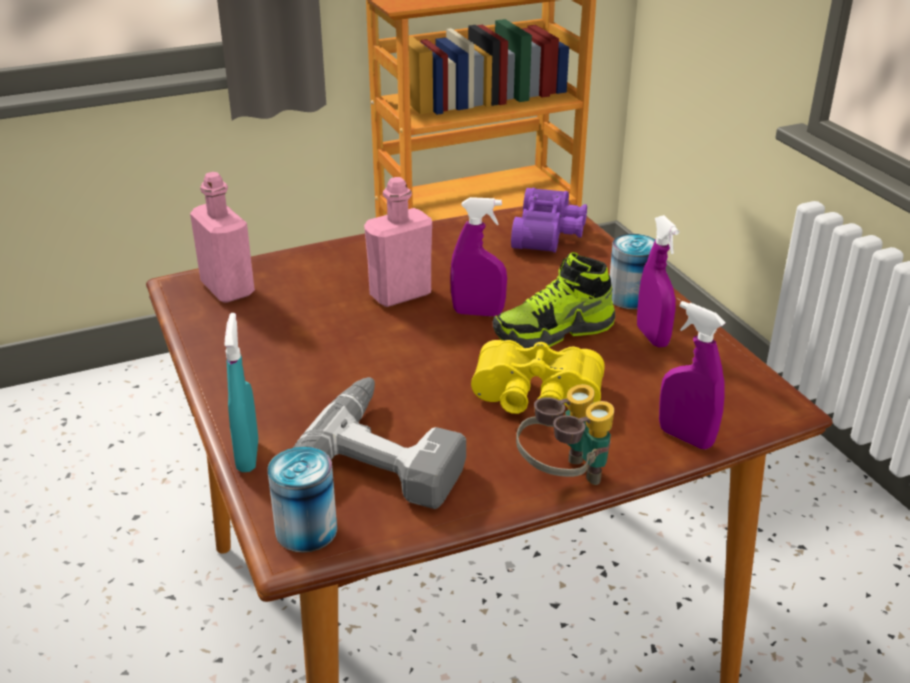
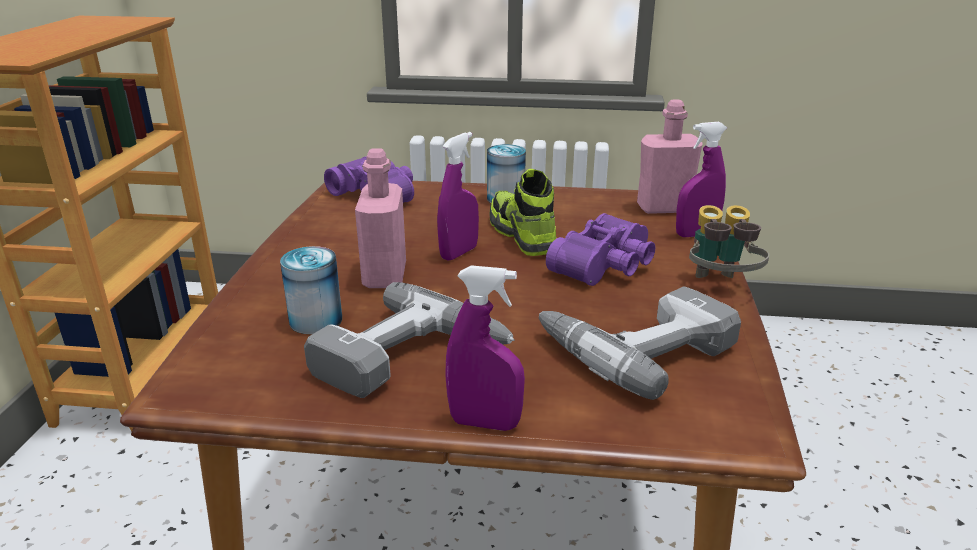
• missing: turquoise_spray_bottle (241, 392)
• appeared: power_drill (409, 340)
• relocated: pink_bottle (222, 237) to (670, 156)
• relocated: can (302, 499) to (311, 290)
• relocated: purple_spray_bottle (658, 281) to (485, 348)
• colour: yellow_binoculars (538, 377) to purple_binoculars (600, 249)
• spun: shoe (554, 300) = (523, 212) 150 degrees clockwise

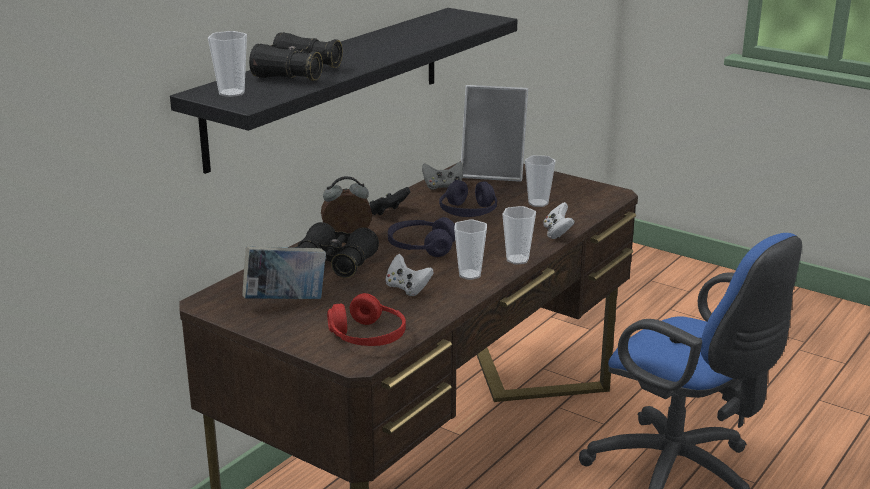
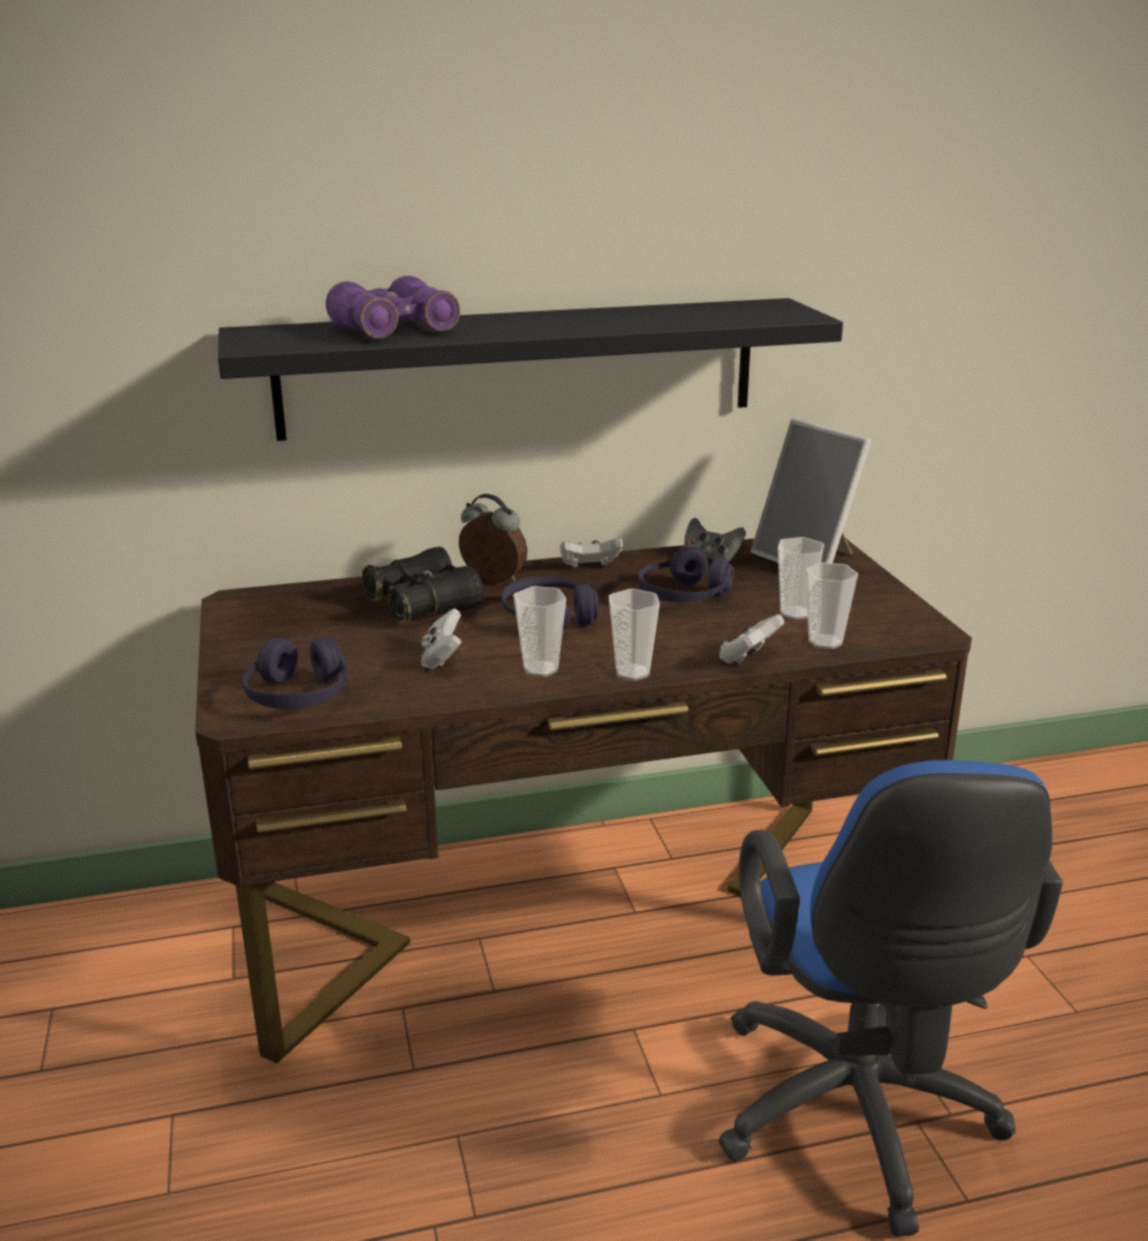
• missing: book (284, 272)
• relocated: cup (227, 64) to (832, 605)
• colour: black_binoculars (296, 56) to purple_binoculars (393, 307)
• colour: red_headphones (366, 319) to purple_headphones (294, 673)
• colour: black_game_controller (390, 201) to white_game_controller (591, 553)

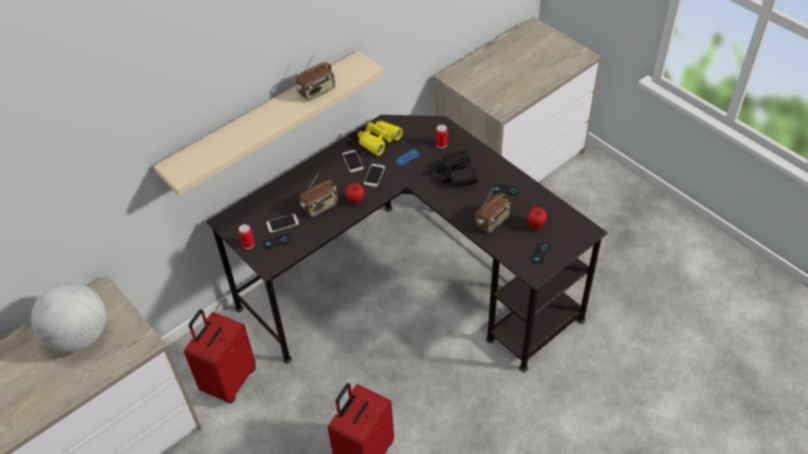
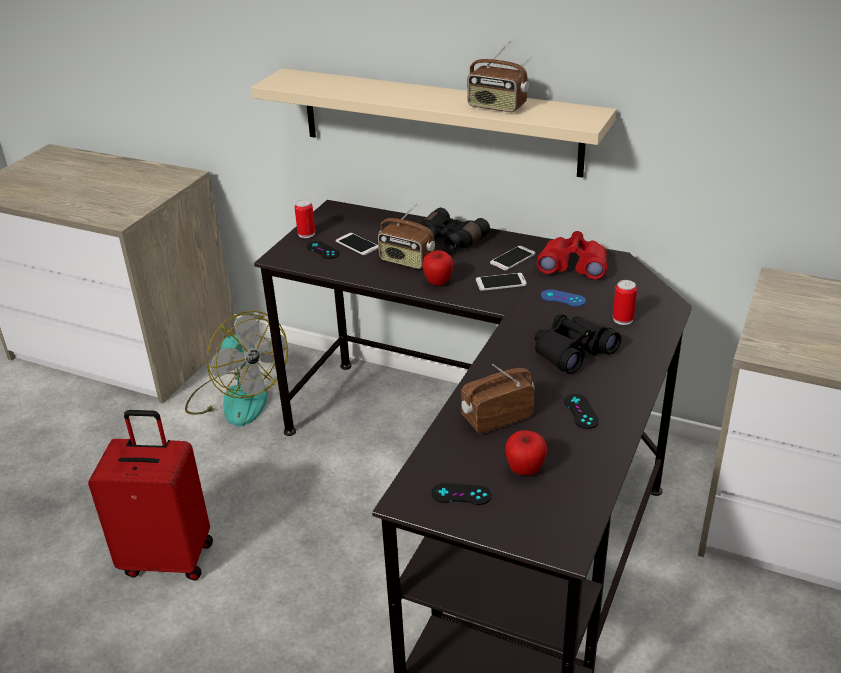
• missing: globe (68, 317)
• appeared: black_binoculars (455, 229)
• exchanged: red_suitcase (220, 356) to fan (236, 368)
• colour: yellow_binoculars (380, 138) to red_binoculars (572, 255)
• spun: radio (493, 210) = (498, 399) 135 degrees clockwise

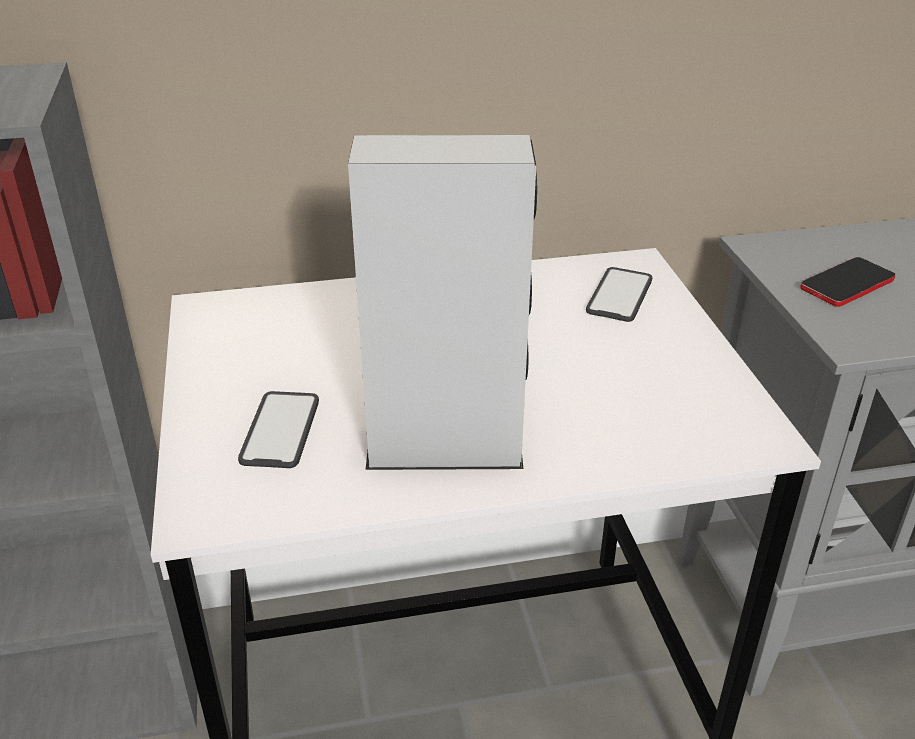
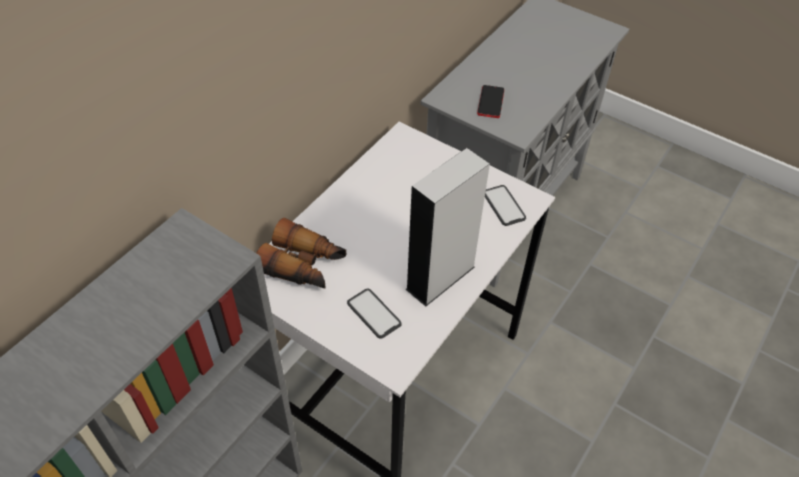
• appeared: binoculars (301, 253)
• relocated: phone (619, 294) to (505, 205)

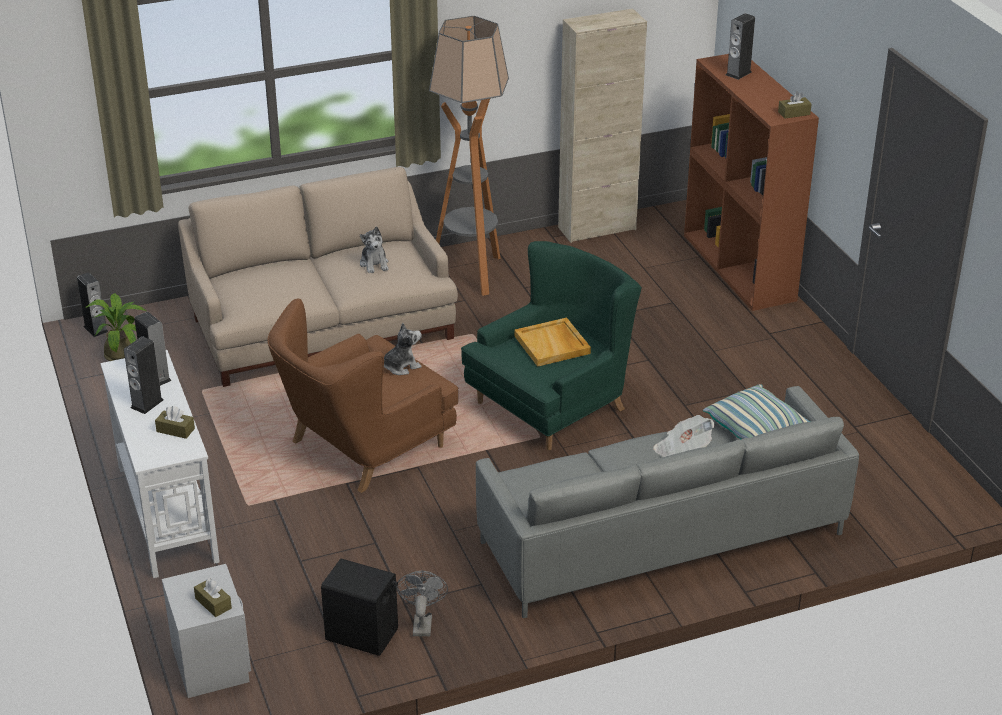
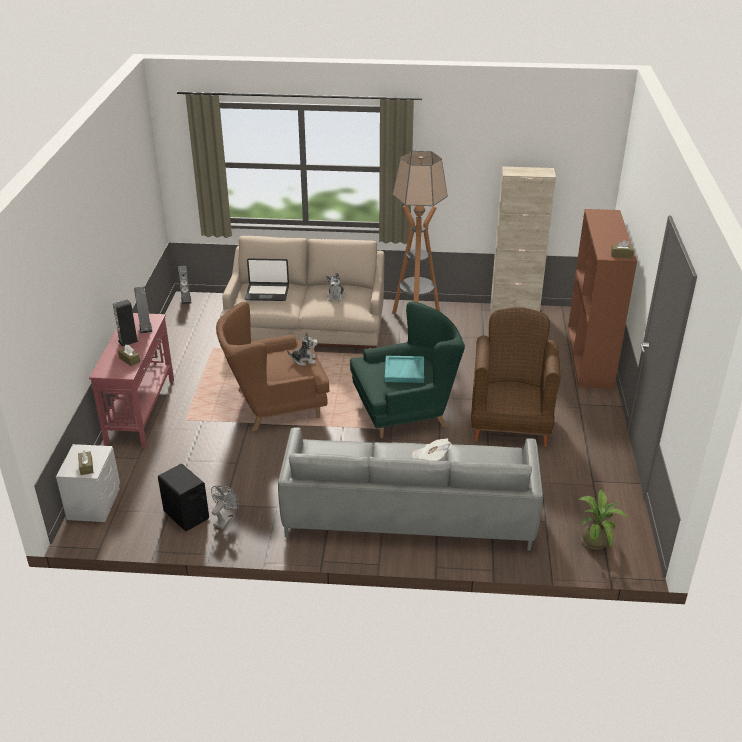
• missing: pillow (756, 411)
• missing: speaker (740, 46)
• appeared: laptop (267, 279)
• appeared: brown_armchair (516, 377)
• relocated: potted_plant (116, 327) to (602, 519)
• colour: white_console_table (160, 464) to red_console_table (131, 380)
• colour: beige_tray (552, 342) to turquoise_tray (404, 369)

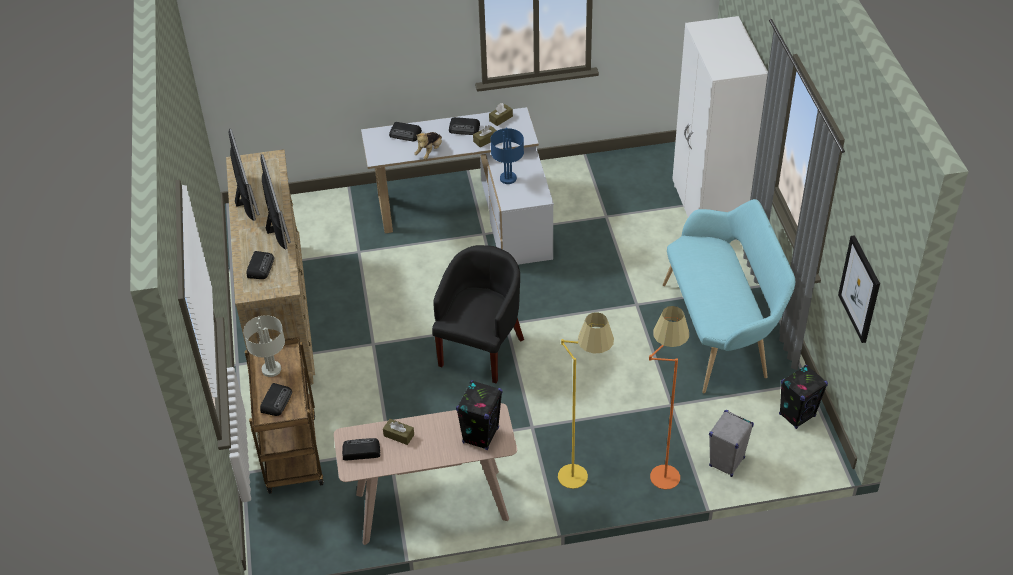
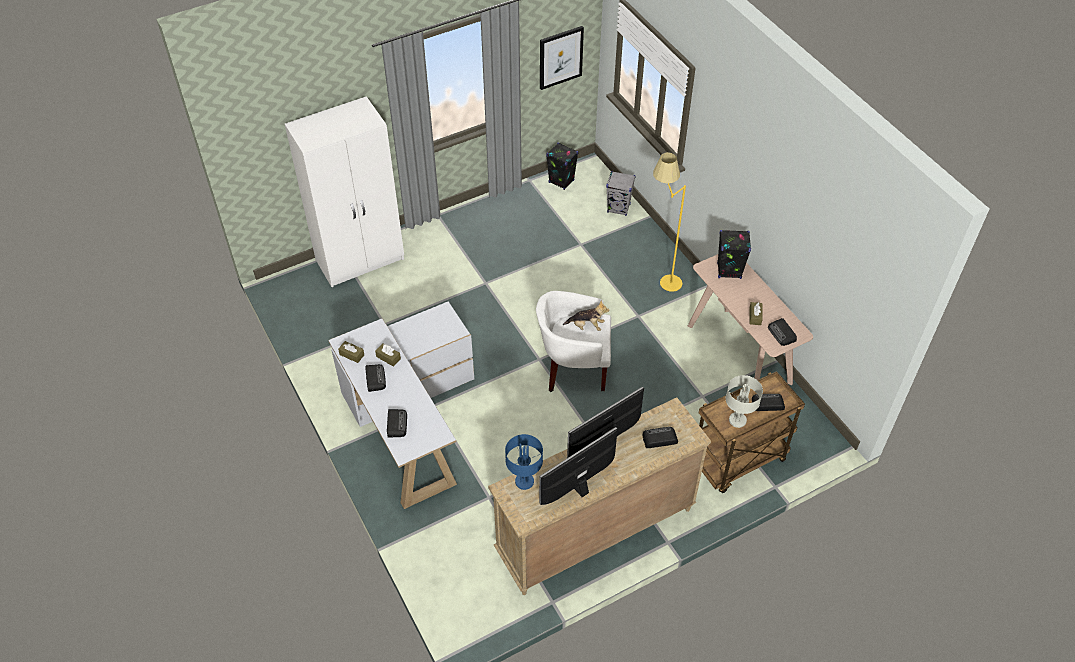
• missing: orange_floor_lamp (669, 397)
• missing: turquoise_bench (729, 296)
• relocated: plush_toy (428, 146) to (586, 315)
• relocated: blue_table_lamp (507, 156) to (524, 462)
• colour: black_armchair (478, 314) to white_armchair (573, 341)

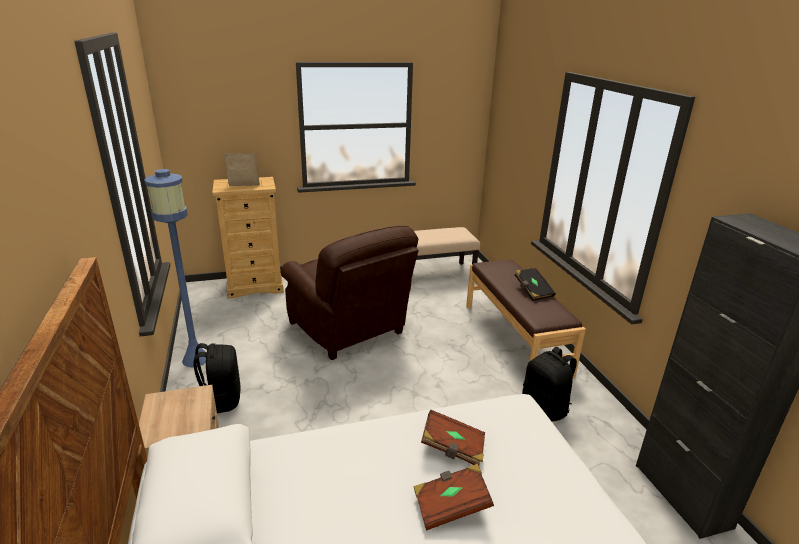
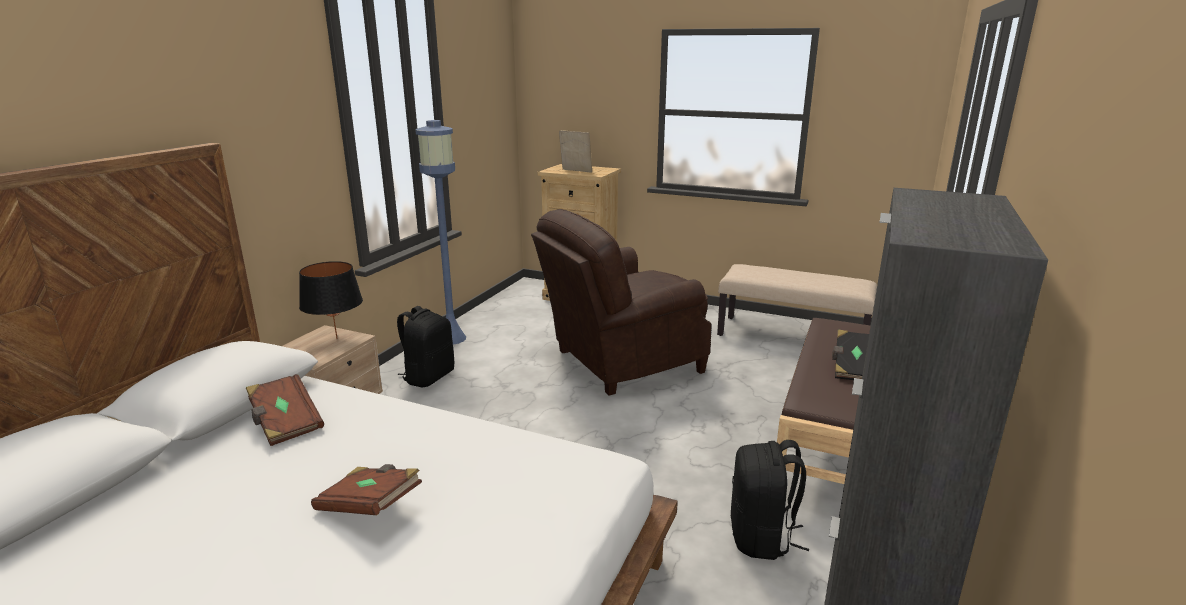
• appeared: black_table_lamp (331, 300)
• relocated: brown_book (453, 437) to (285, 410)
• spun: brown_armchair (350, 293) = (621, 302) 60 degrees clockwise

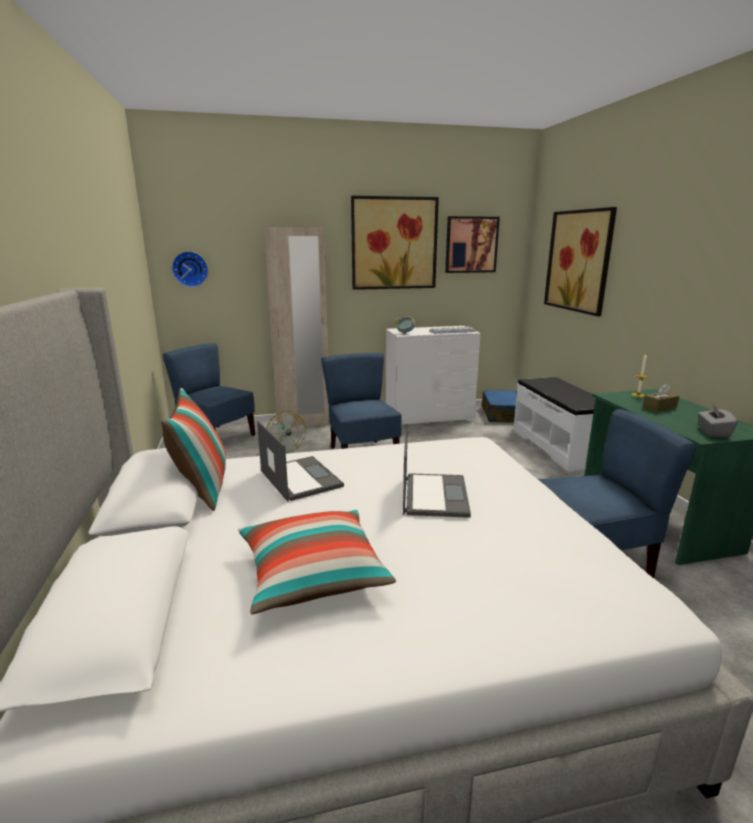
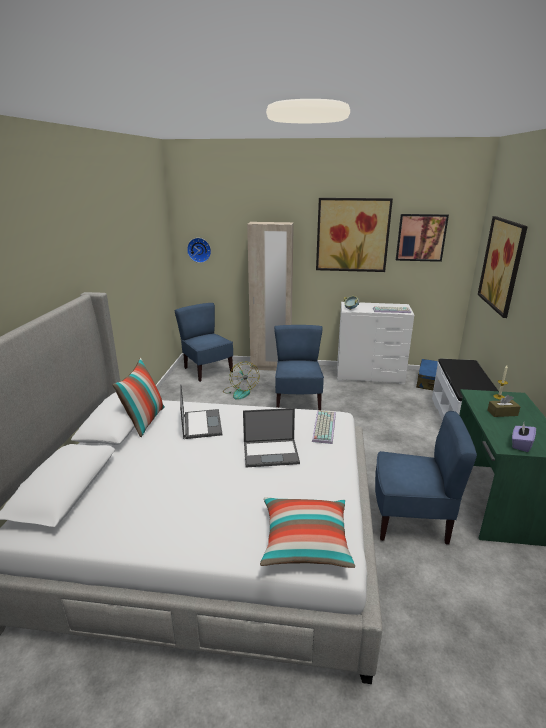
• appeared: keyboard (324, 427)
• relocated: pillow (317, 562) to (307, 532)
• colour: grey_tissue_box (718, 421) to purple_tissue_box (524, 437)
• spun: laptop (437, 471) = (271, 437) 60 degrees clockwise

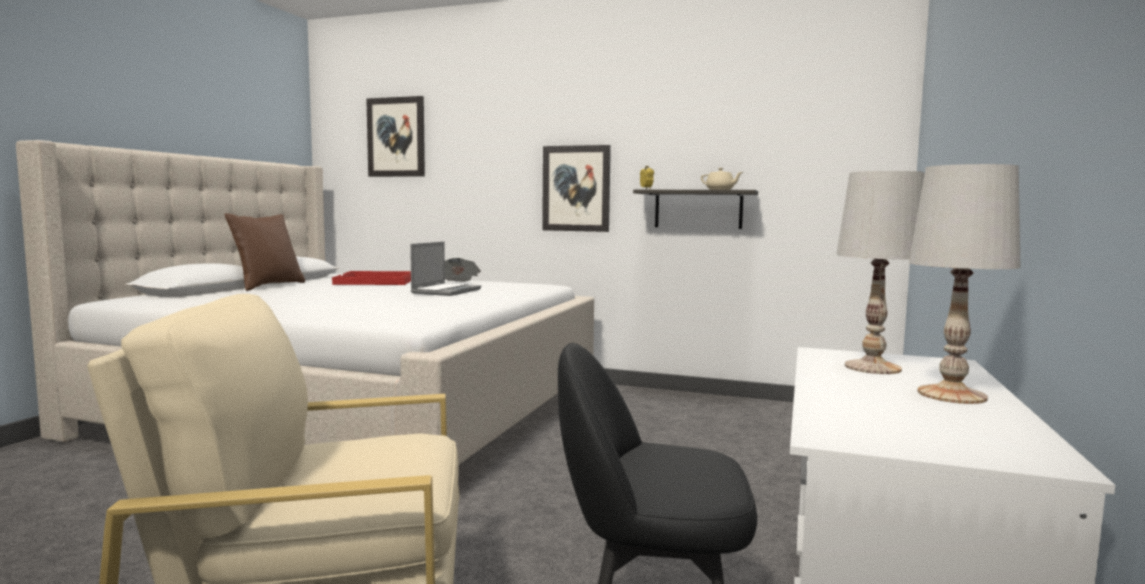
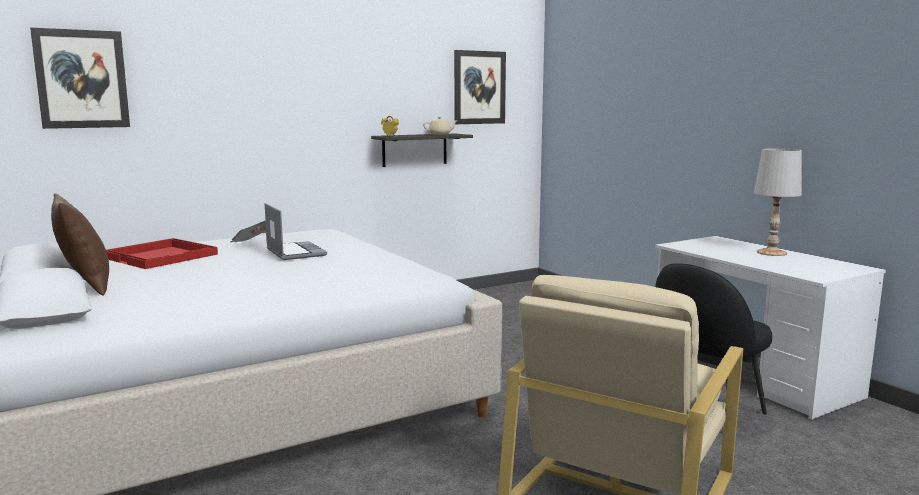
• missing: white_table_lamp (880, 272)
• relocated: picture (576, 188) to (480, 87)

